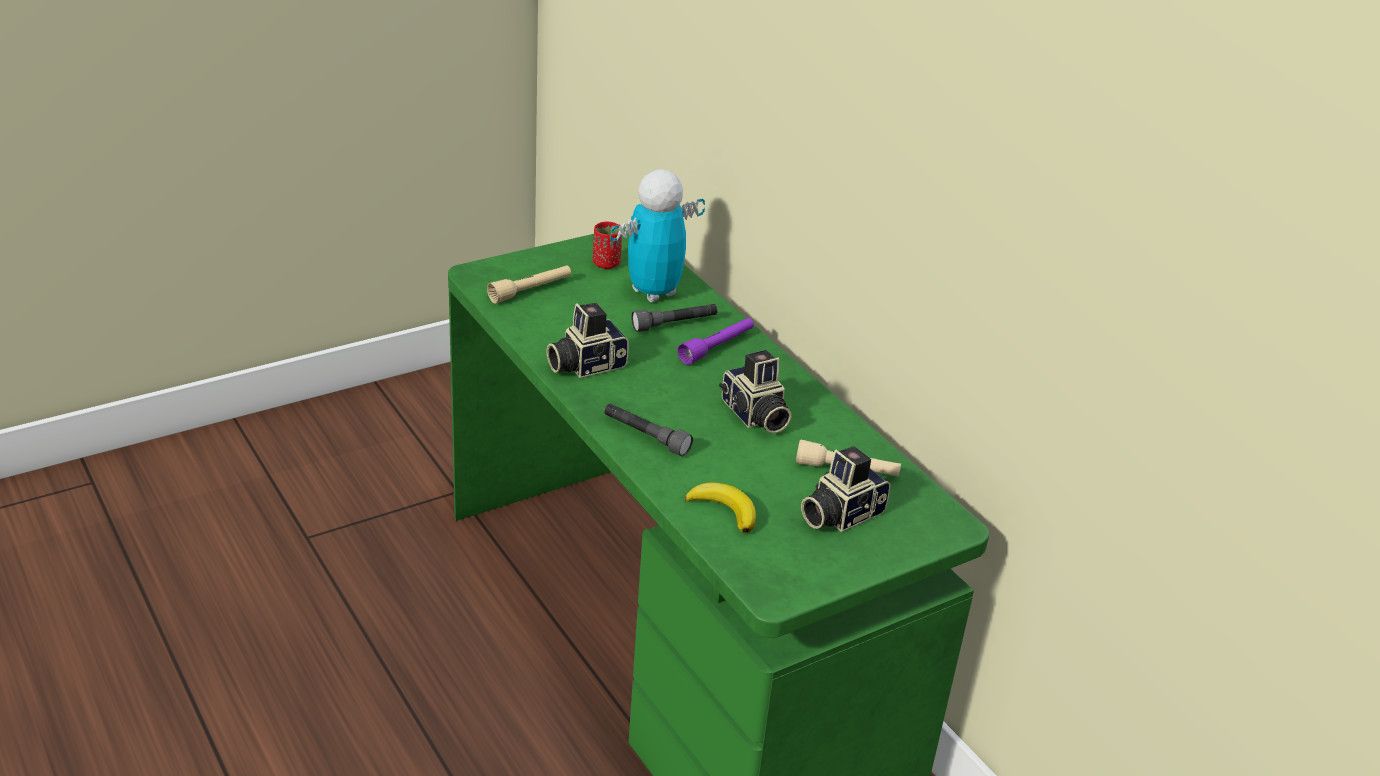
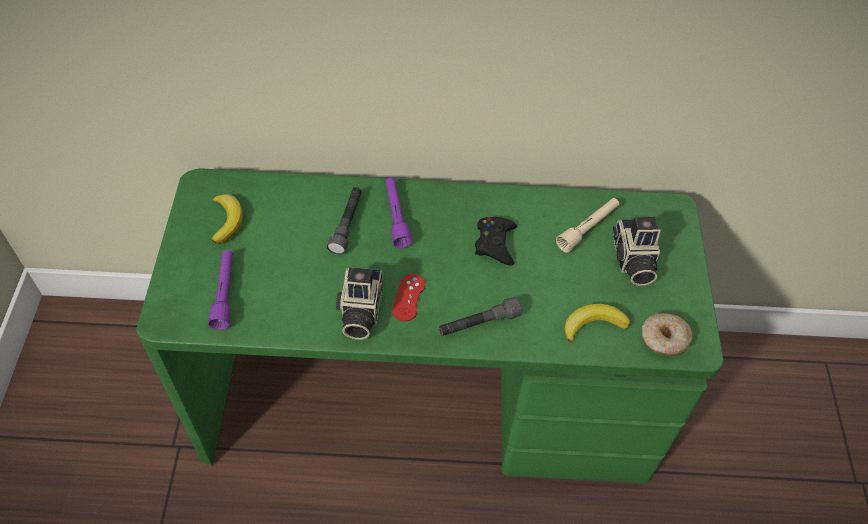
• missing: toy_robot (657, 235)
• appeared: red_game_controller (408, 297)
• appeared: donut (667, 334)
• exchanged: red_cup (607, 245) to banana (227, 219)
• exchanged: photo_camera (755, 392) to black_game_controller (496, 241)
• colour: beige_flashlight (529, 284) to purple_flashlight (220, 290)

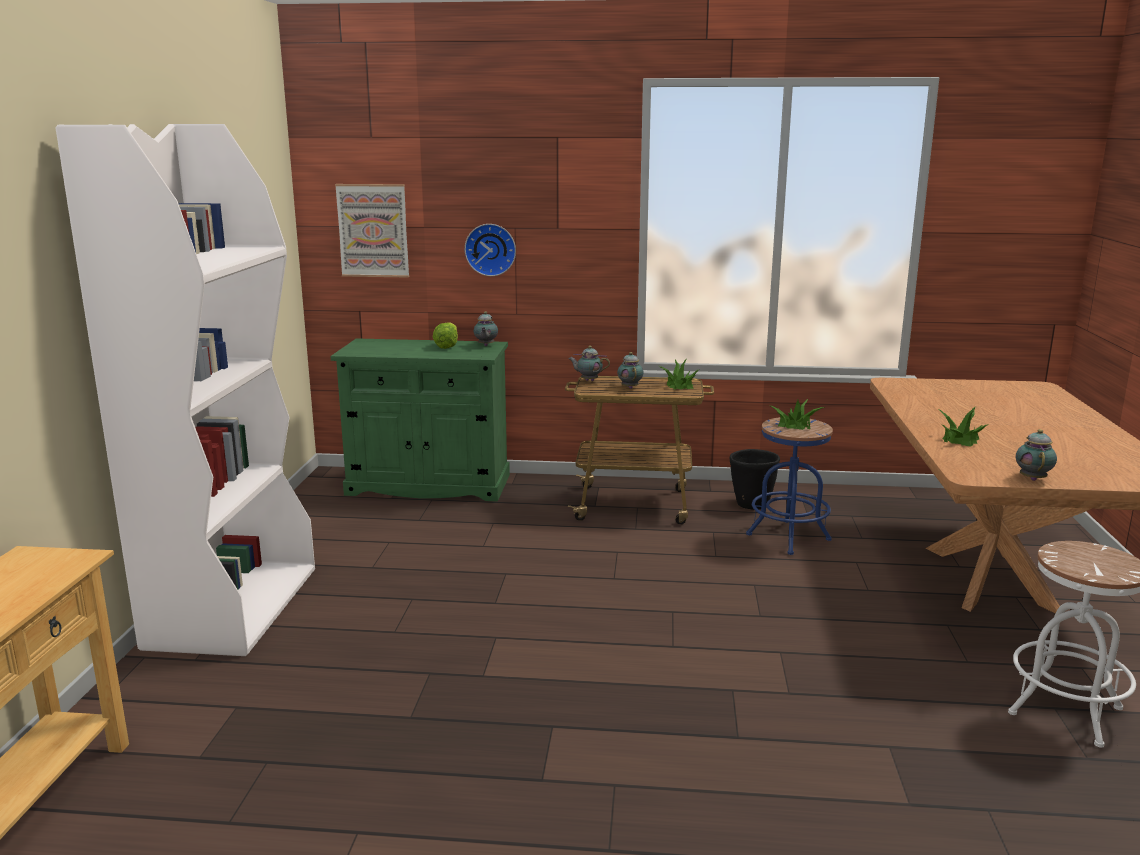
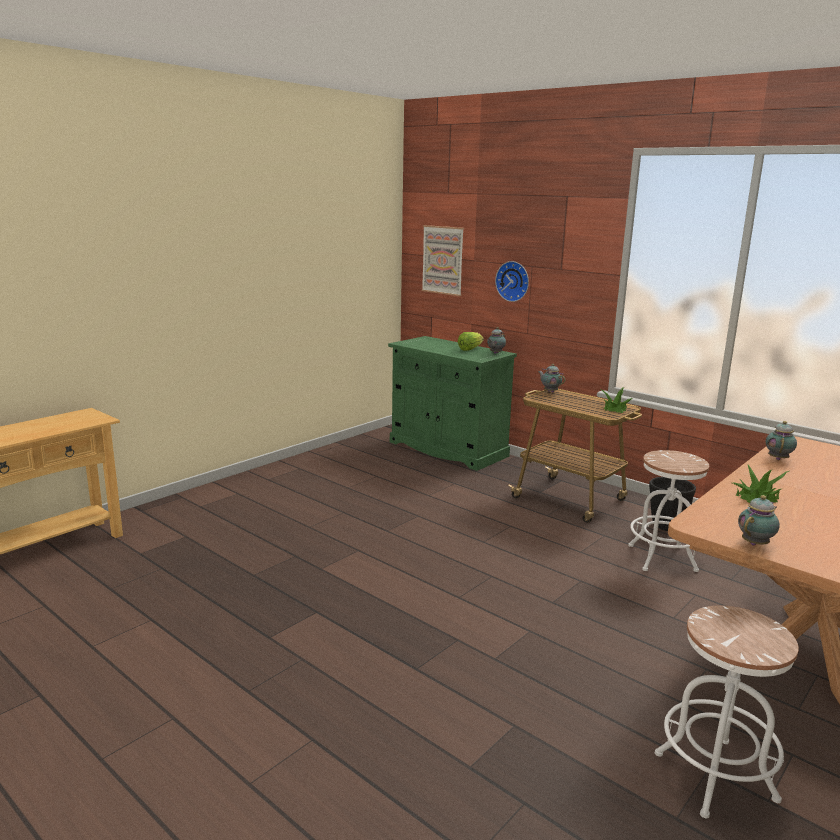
• missing: white_bookcase (185, 390)
• missing: potted_plant (798, 414)
• relocated: teapot (630, 370) to (781, 440)
• colour: blue_stool (789, 486) to white_stool (668, 511)

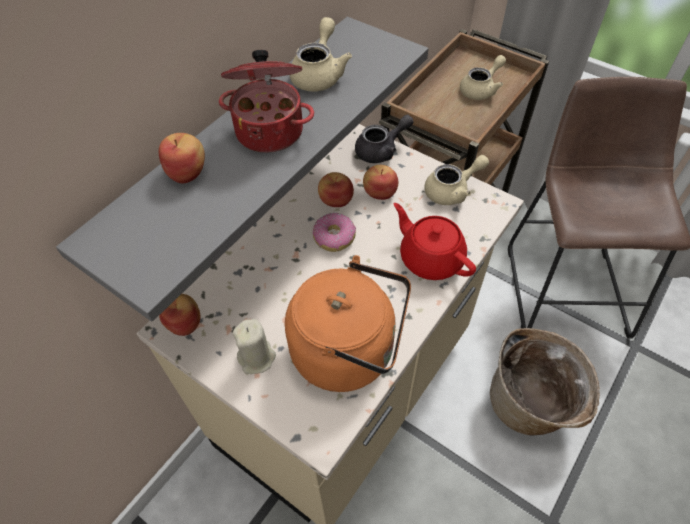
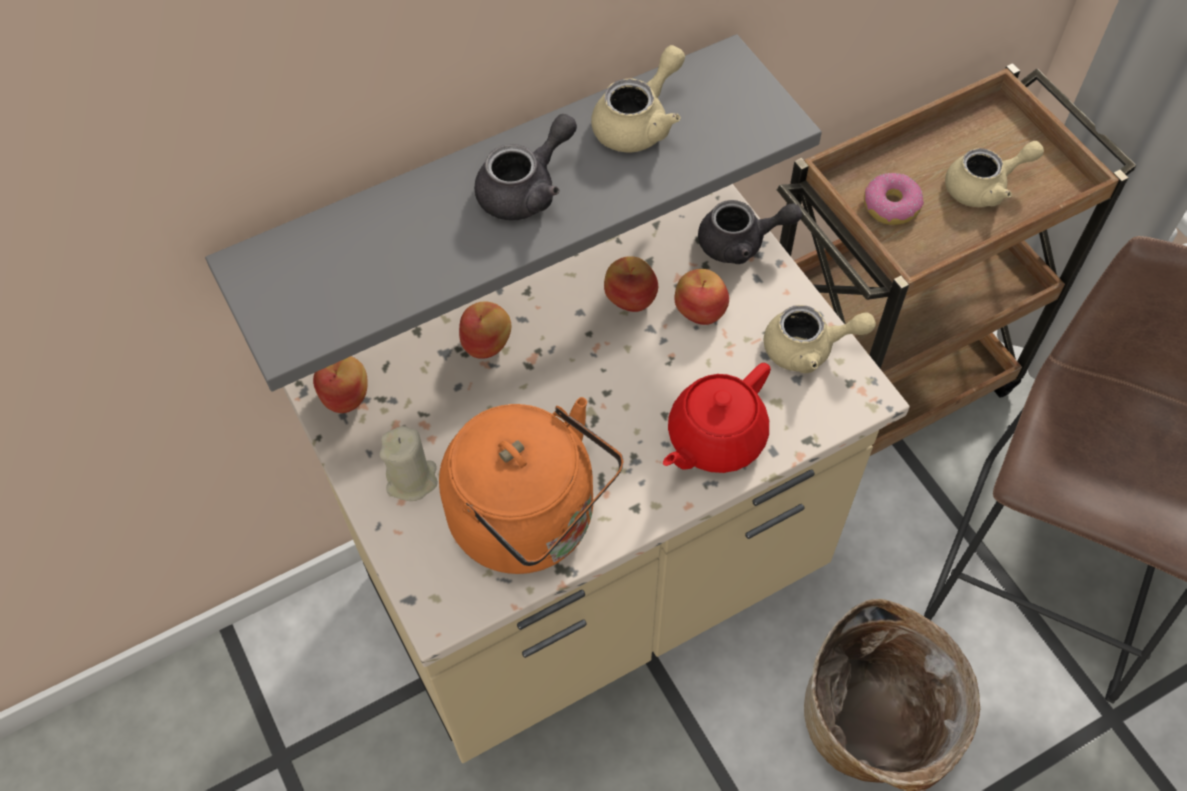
• relocated: apple (182, 158) to (485, 330)
• relocated: donut (334, 232) to (894, 199)
• exchanged: cooking_pot (266, 101) to grey_teapot (526, 167)
• spun: red_teapot (434, 241) = (717, 418) 120 degrees counterclockwise

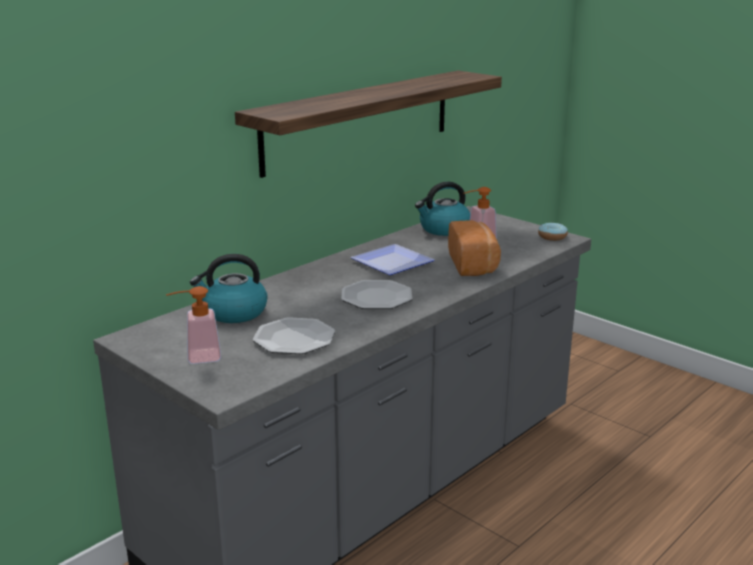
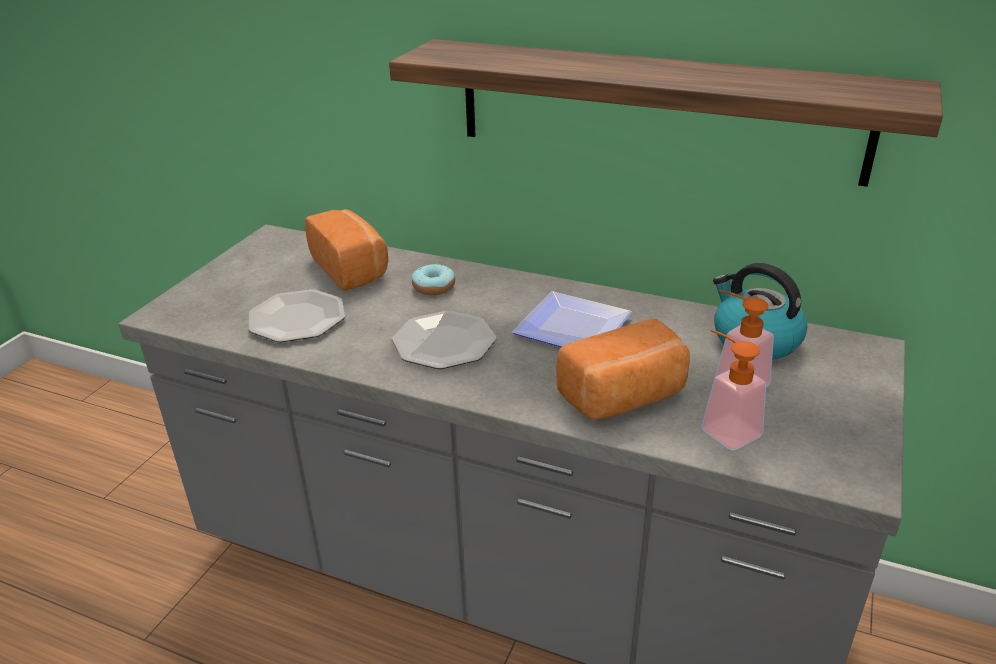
• relocated: soap_dispenser (193, 325) to (733, 390)
• relocated: donut (553, 231) to (433, 279)
• exchanged: kettle (229, 288) to bread (346, 250)

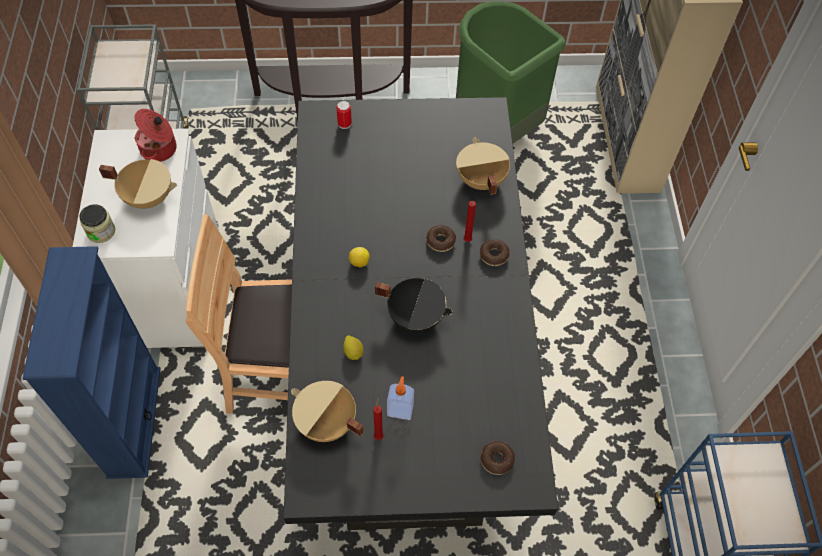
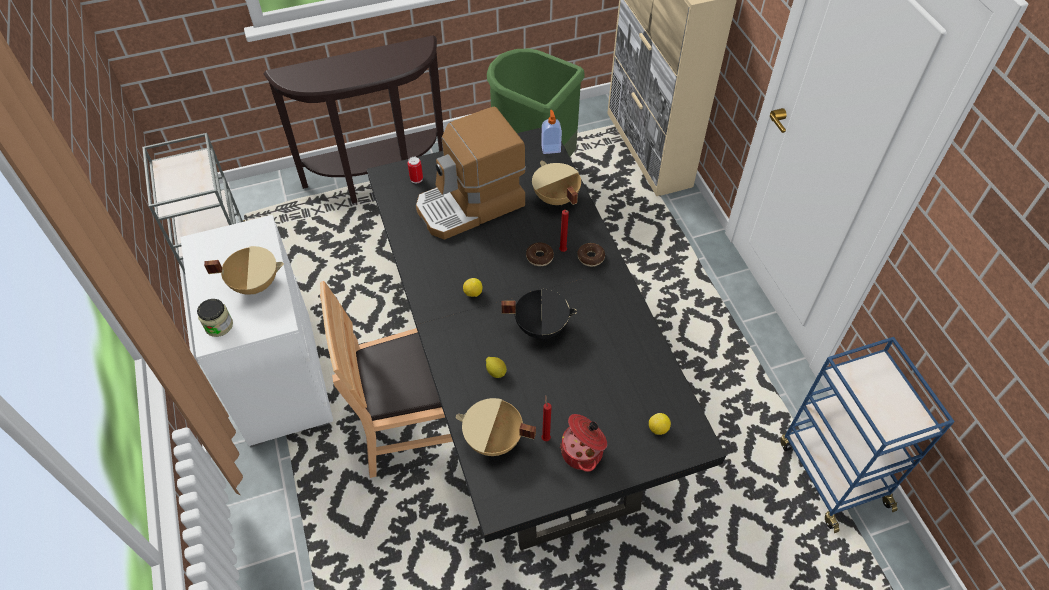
• missing: blue_bookcase (91, 362)
• appeared: coffee_machine (471, 173)
• relocated: cooking_pot (155, 135) to (583, 443)
• relocated: soap_dispenser (400, 398) to (551, 132)
• exchanged: donut (498, 458) to lemon (660, 424)

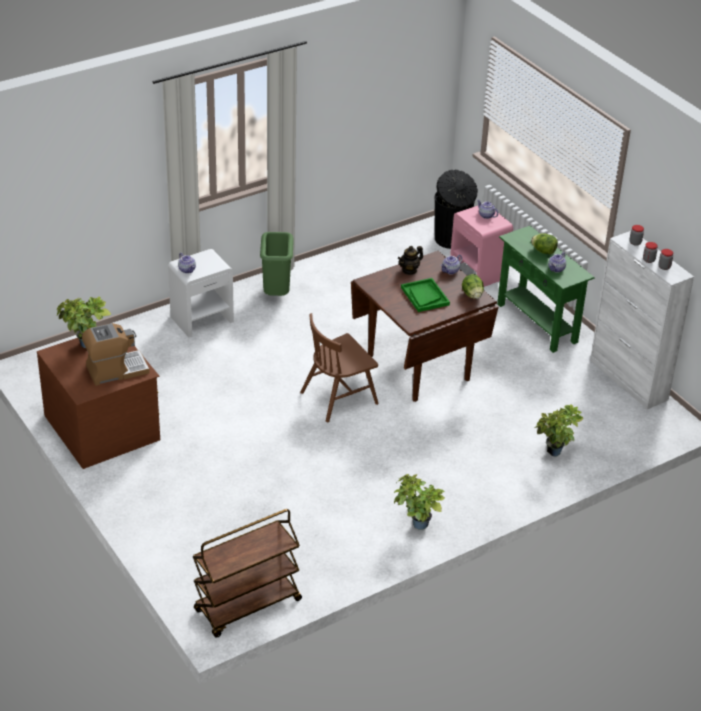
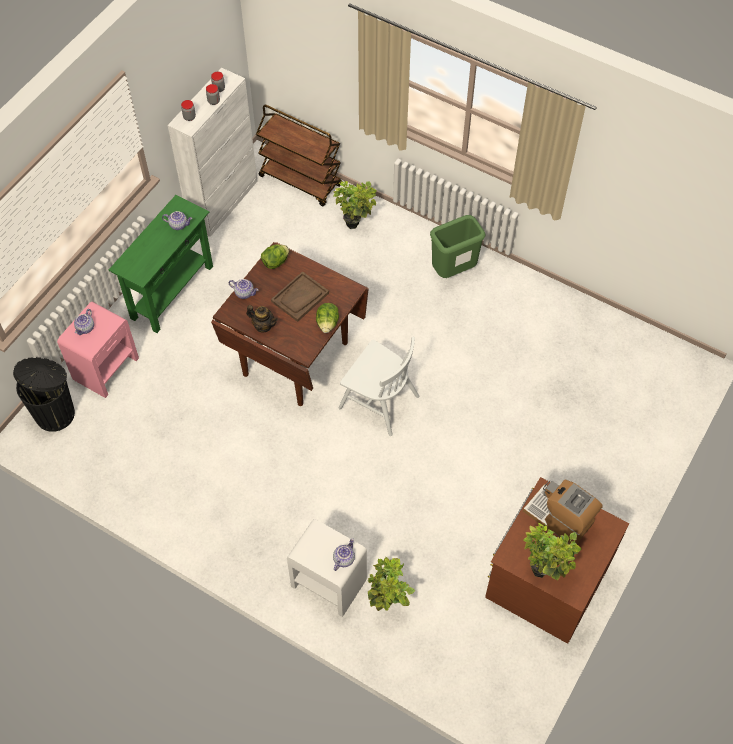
• relocated: brown_cart (247, 573) to (299, 155)
• relocated: green_trash_can (277, 264) to (457, 246)
• relocated: potted_plant (419, 502) to (392, 584)
• relocated: lettuce (544, 244) to (327, 318)
• colour: brown_chair (339, 367) to white_chair (379, 386)
• colour: green_tray (425, 295) to brown_tray (300, 296)

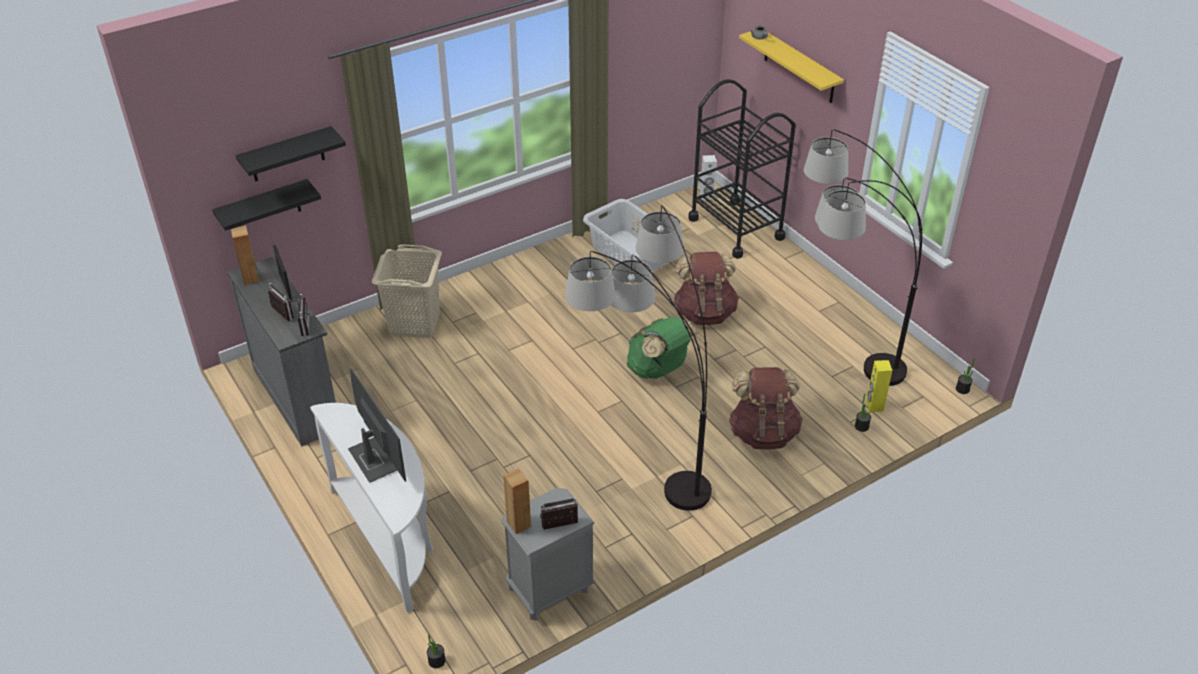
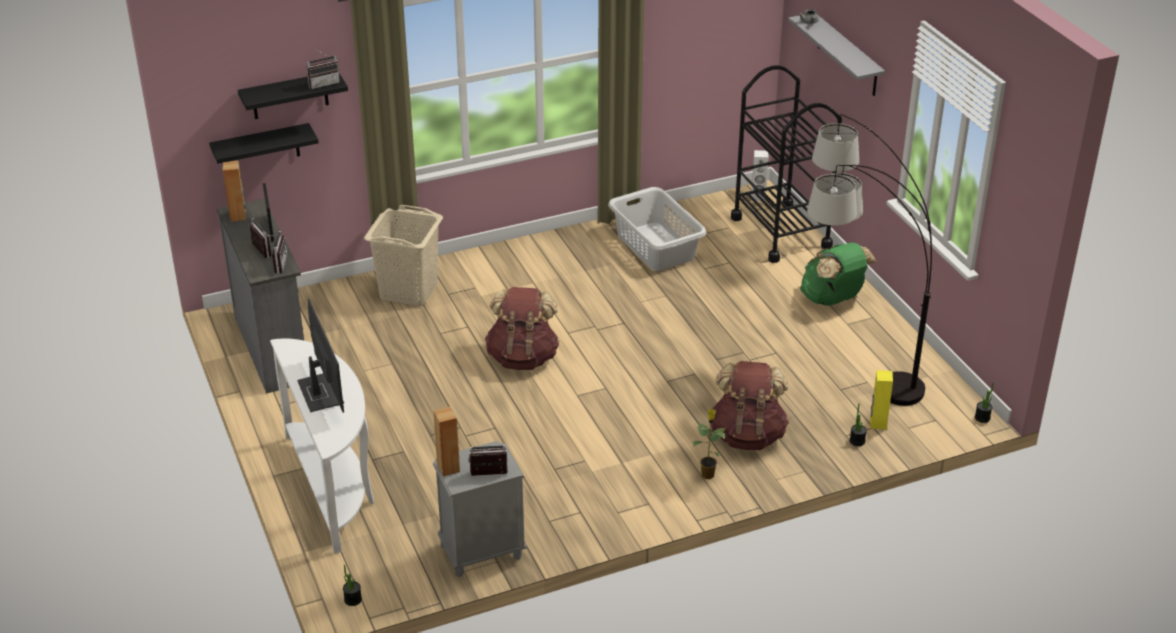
• missing: floor_lamp (638, 358)
• appeared: radio (323, 68)
• appeared: potted_plant (710, 444)
• relocated: green_backpack (663, 348) to (838, 274)
• relocated: brown_backpack (706, 288) to (522, 328)
• colour: yellow_shelf (791, 67) to grey_shelf (836, 55)

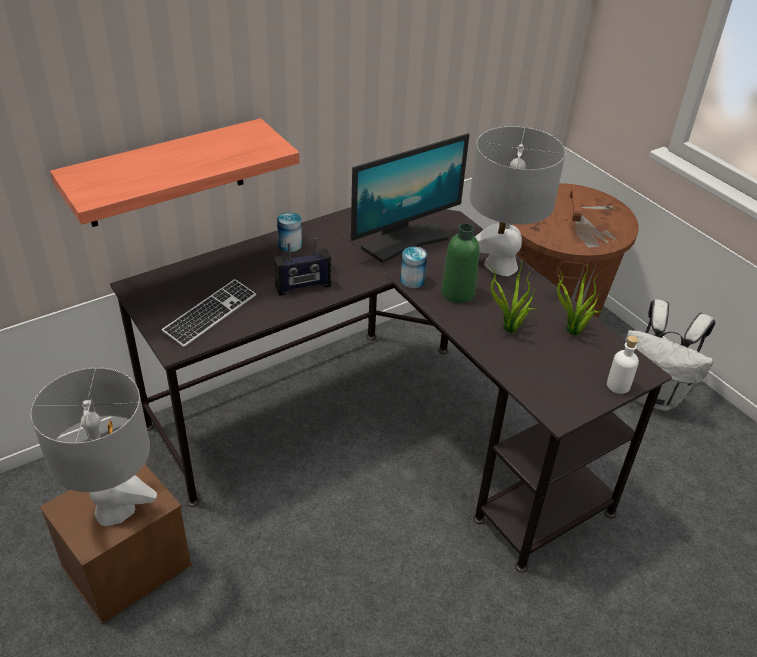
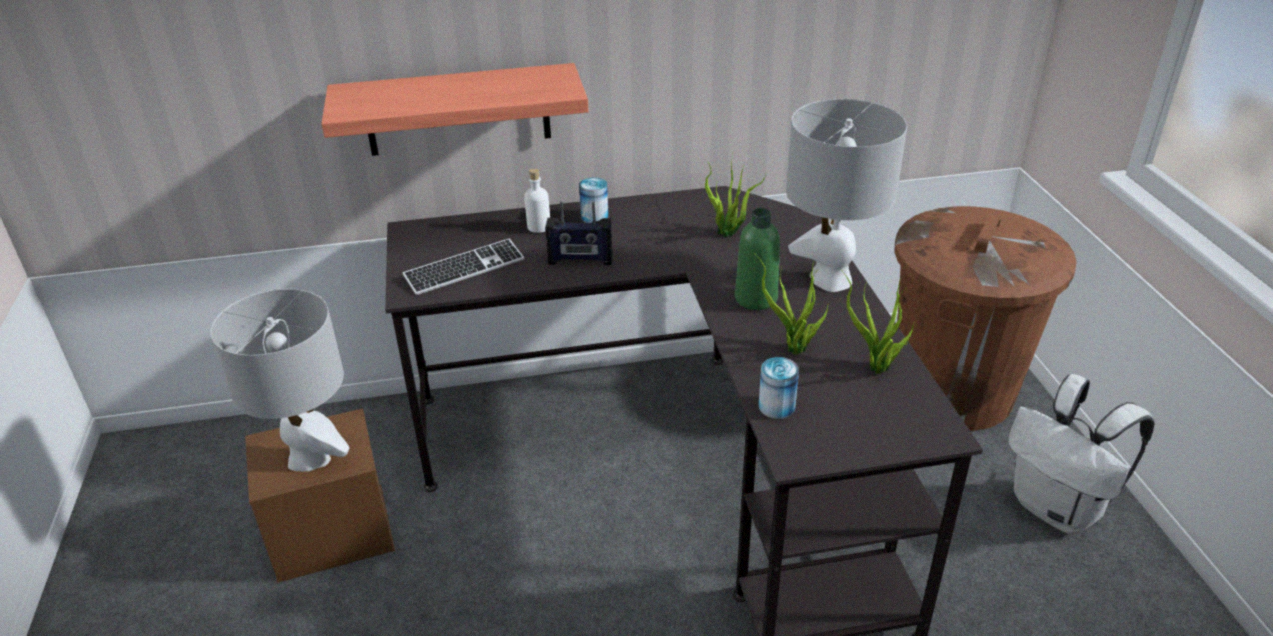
• relocated: can (414, 267) to (778, 388)
• relocated: white_bottle (623, 364) to (537, 200)
• exchanged: monitor (410, 198) to potted_plant (735, 195)

